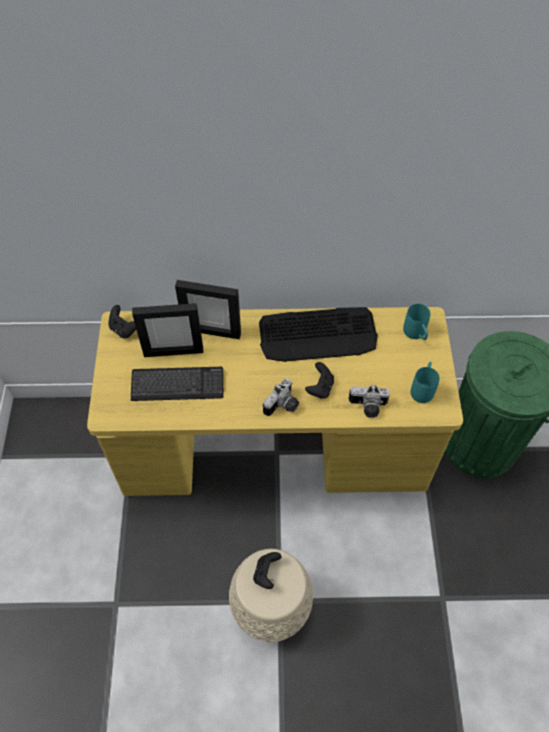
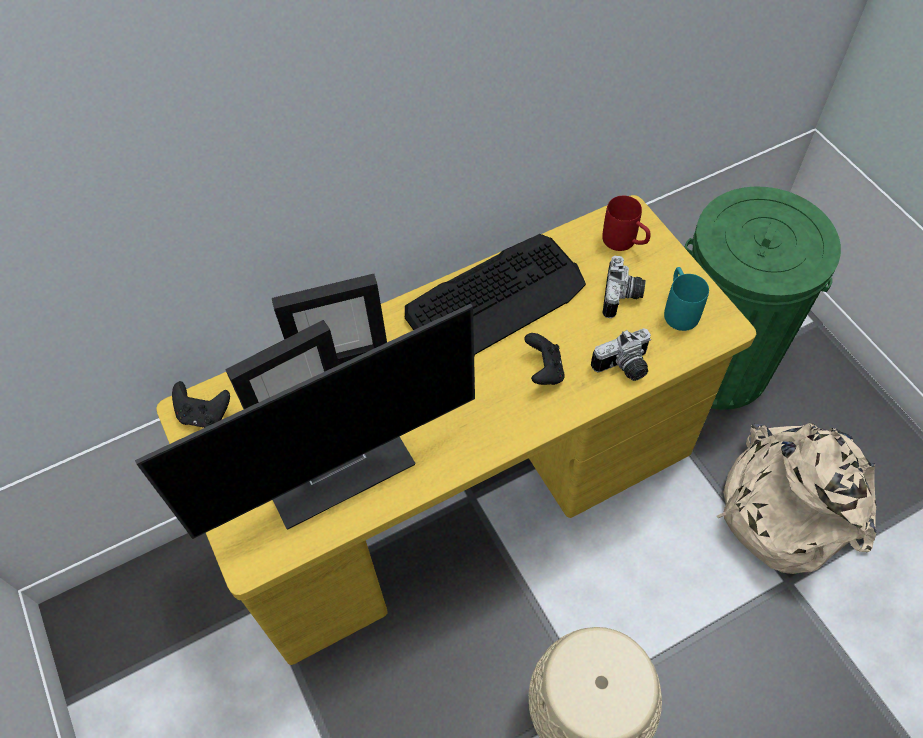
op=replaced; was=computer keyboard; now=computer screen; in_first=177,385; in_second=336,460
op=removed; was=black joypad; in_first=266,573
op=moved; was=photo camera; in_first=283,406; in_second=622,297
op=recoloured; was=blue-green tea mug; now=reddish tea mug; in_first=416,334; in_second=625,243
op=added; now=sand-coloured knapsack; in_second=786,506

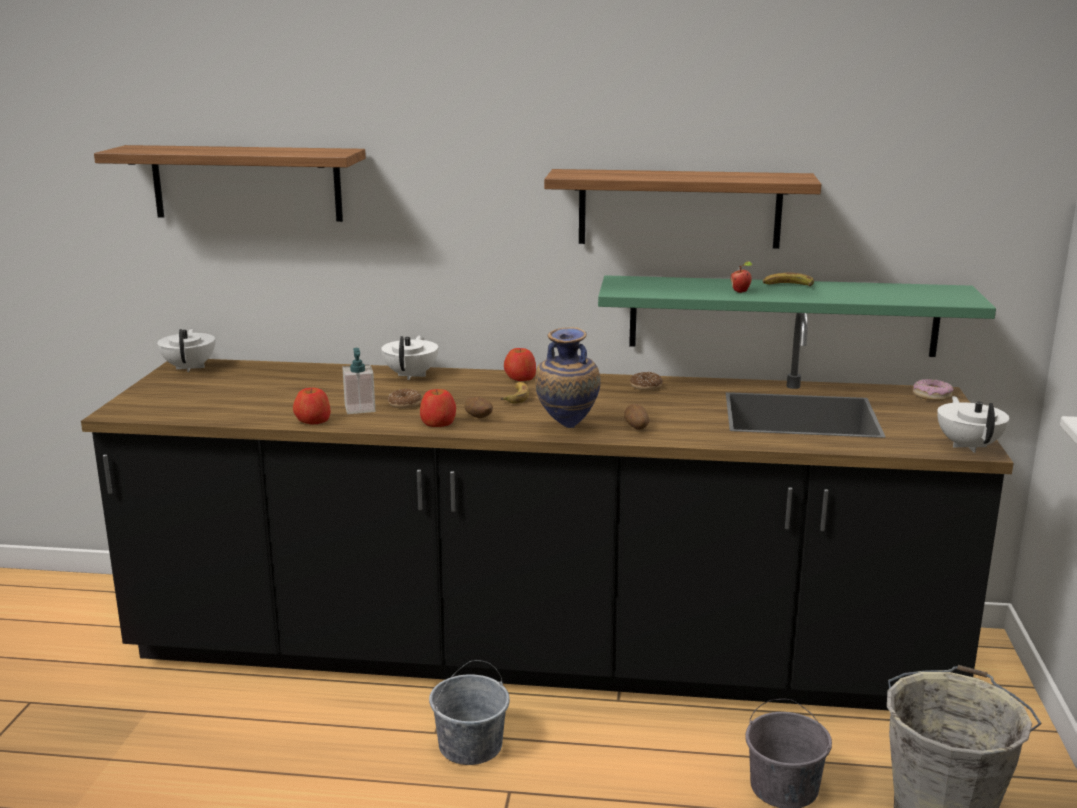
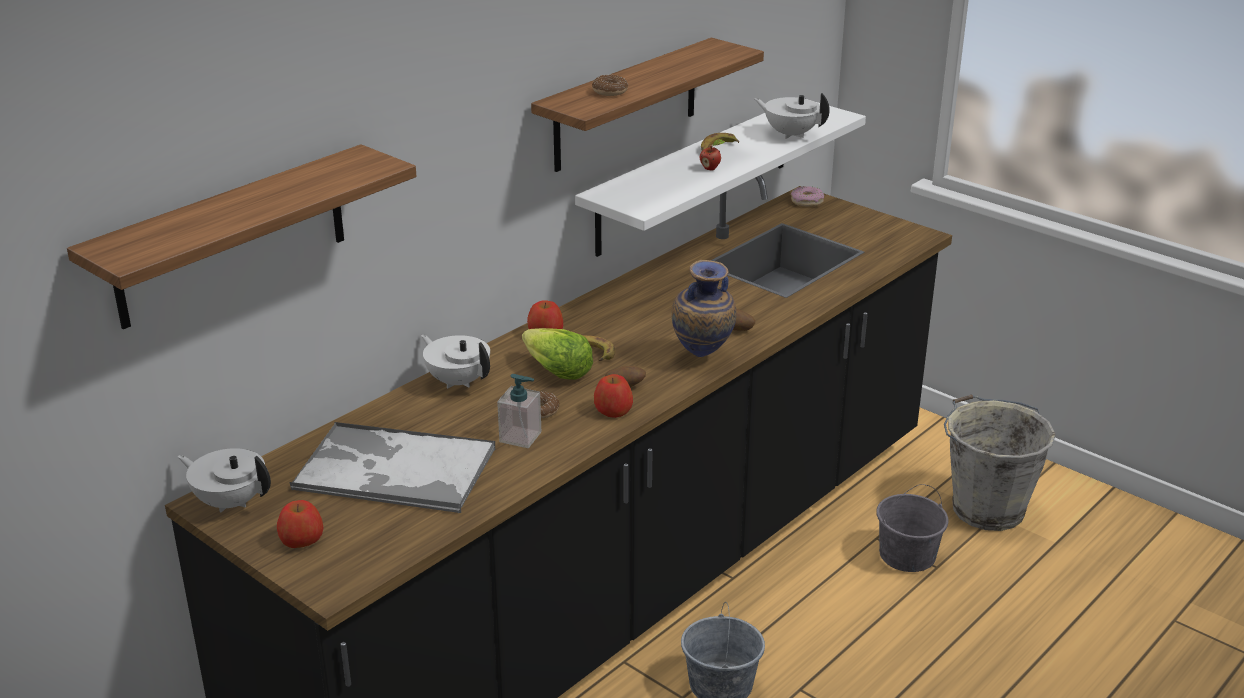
op=moved; was=apple; in_first=313,421; in_second=301,540
op=recoloured; was=green-coloured bracket shelf; now=white bracket shelf; in_first=782,315; in_second=695,175
op=moved; was=donut; in_first=646,386; in_second=609,91
op=moved; was=white pot for tea; in_first=968,446; in_second=790,134
op=added; now=serving tray; in_second=393,469
op=added; now=lettuce head; in_second=556,371

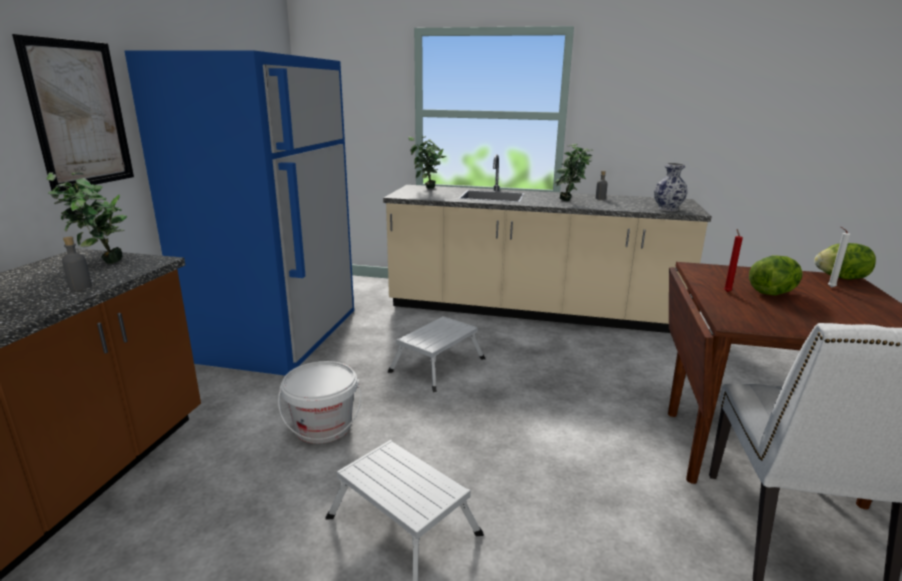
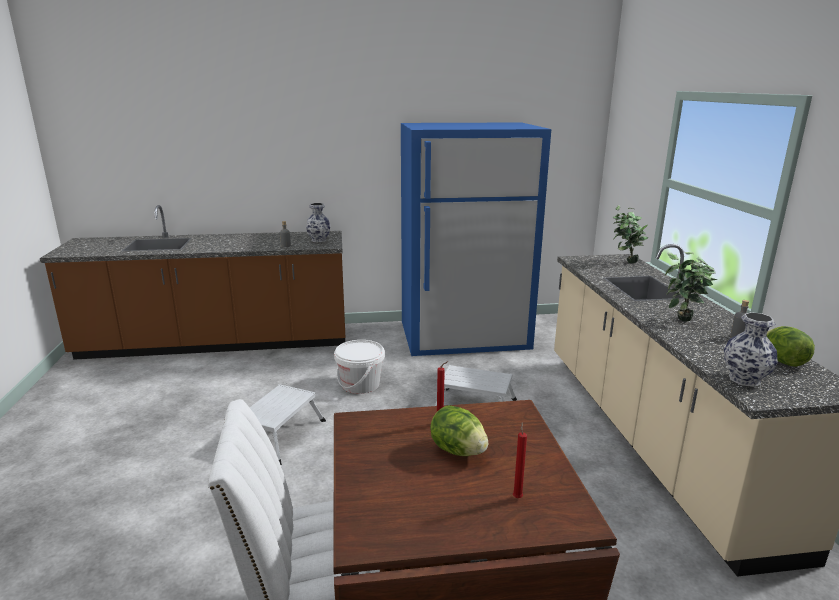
op=removed; was=wall picture; in_first=79,114
op=replaced; was=plant in a pot; now=vase; in_first=101,264; in_second=318,240
op=moved; was=lettuce head; in_first=840,278; in_second=783,361
op=recoloured; was=white wax candle; now=reddish wax candle; in_first=829,287; in_second=517,497

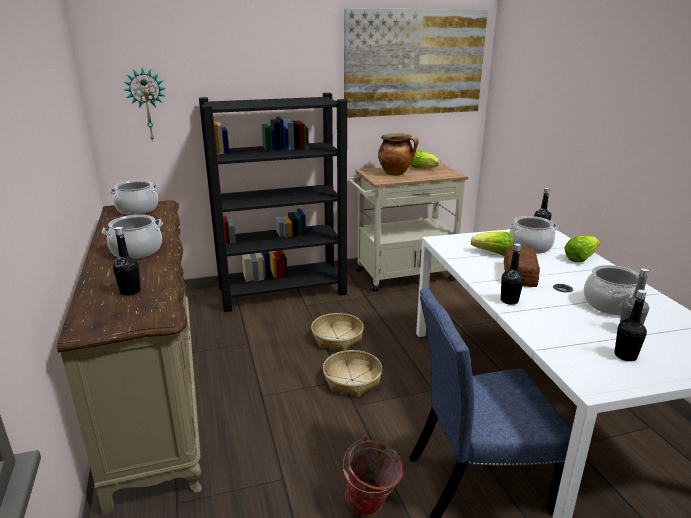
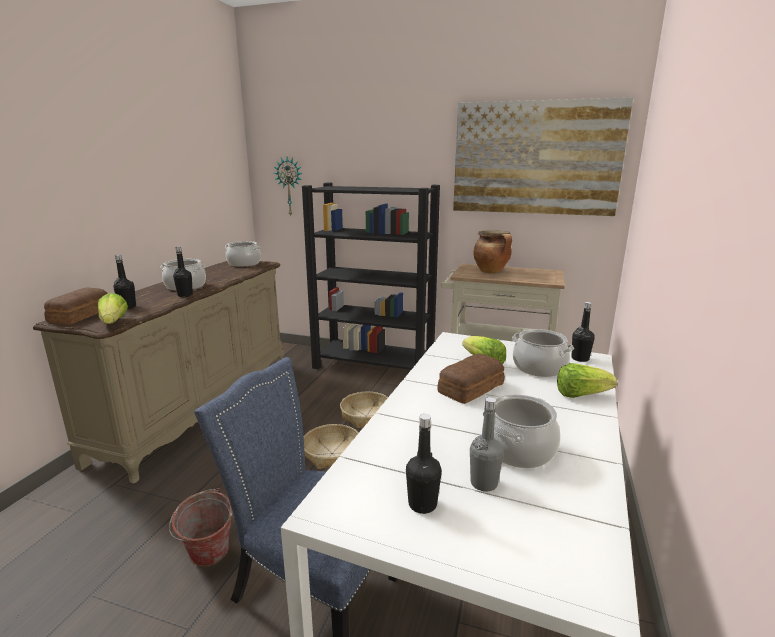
op=moved; was=lettuce head; in_first=423,168; in_second=114,322
op=moved; was=black bottle; in_first=509,301; in_second=185,295
op=added; now=baked bread; in_second=79,315

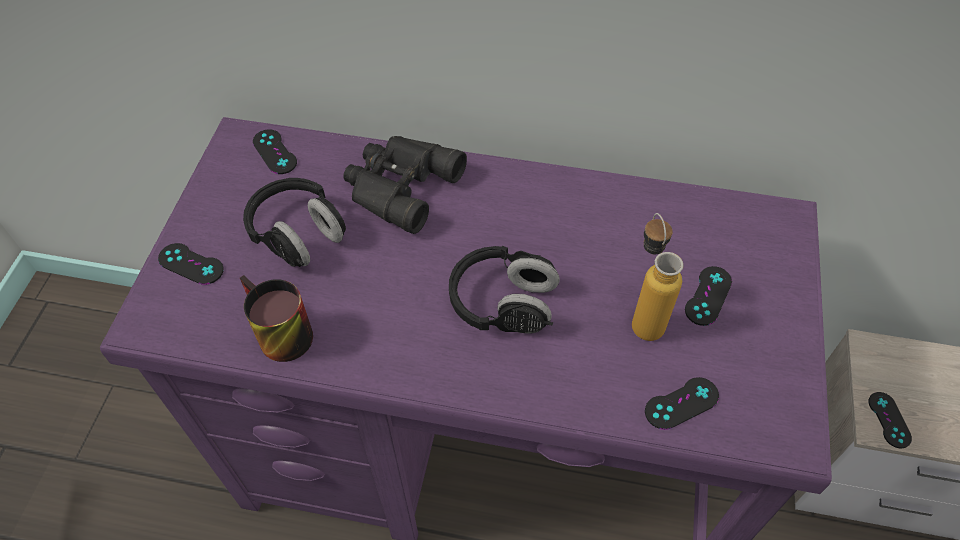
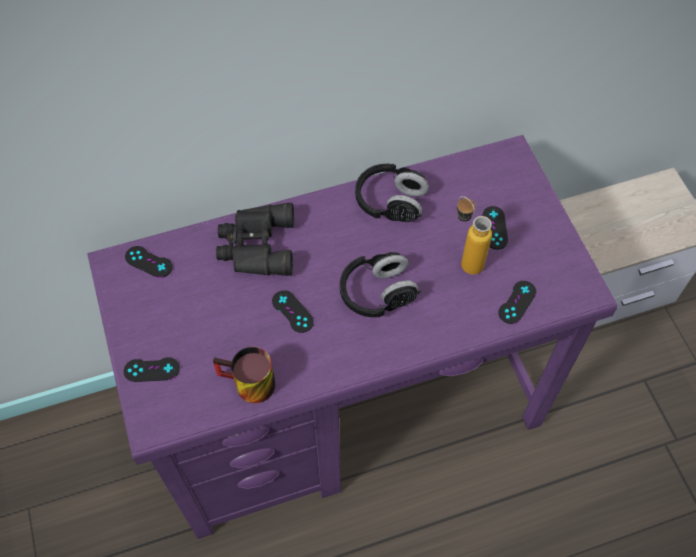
op=moved; was=black headphones; in_first=298,235; in_second=390,203
op=moved; was=black joypad; in_first=889,420; in_second=292,311

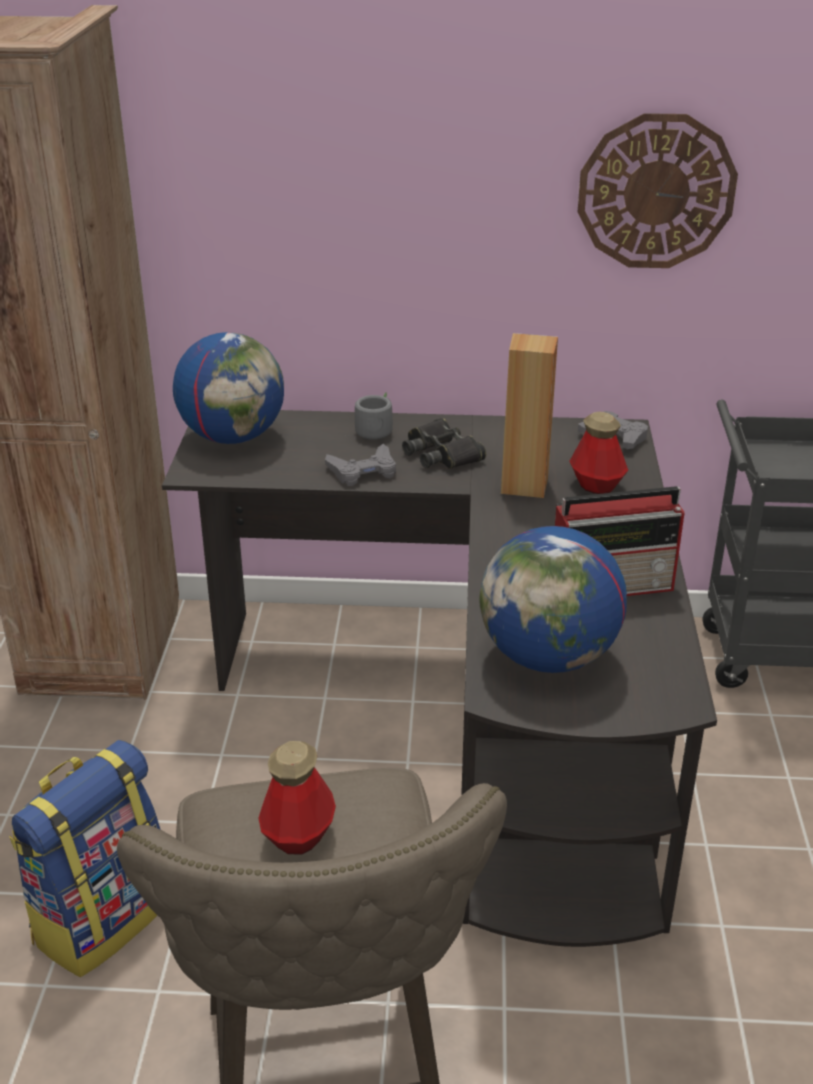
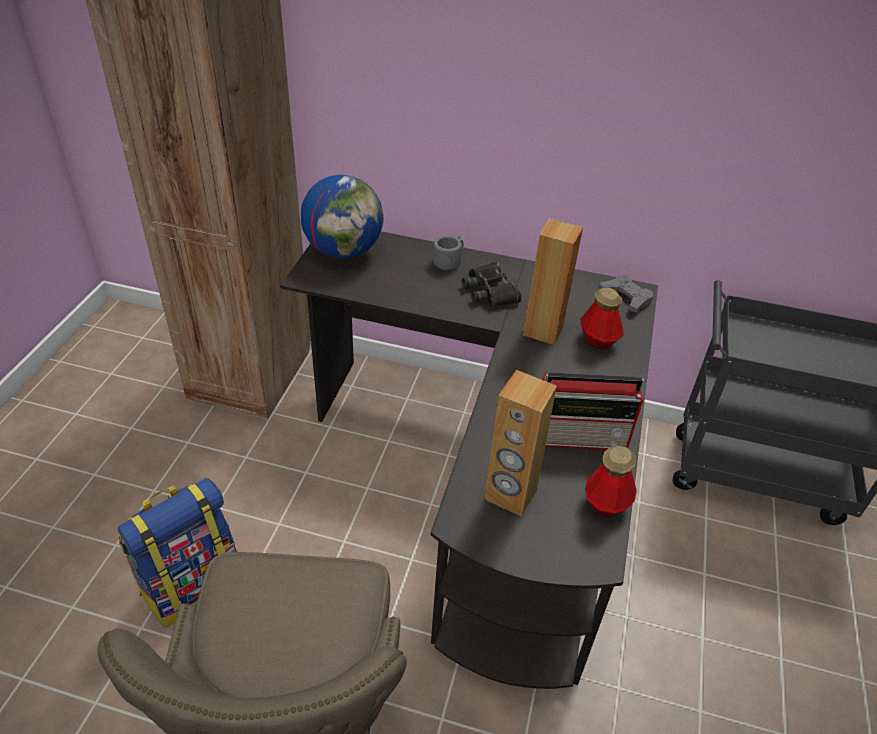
op=moved; was=bottle; in_first=298,835; in_second=606,503
op=removed; was=grey joypad; in_first=363,471
op=replaced; was=world globe; now=brown-coloured audio speaker; in_first=548,657; in_second=510,495
op=removed; was=hanging clock; in_first=656,192

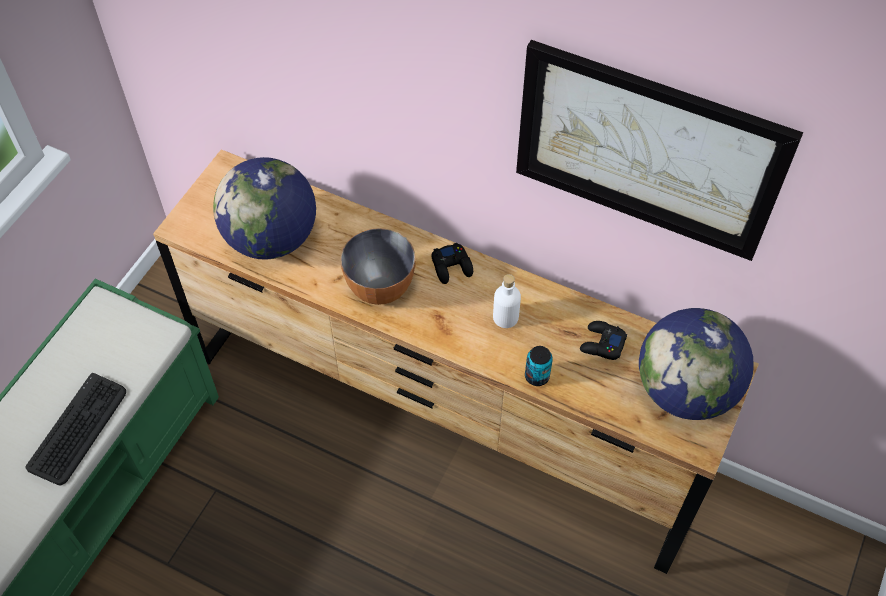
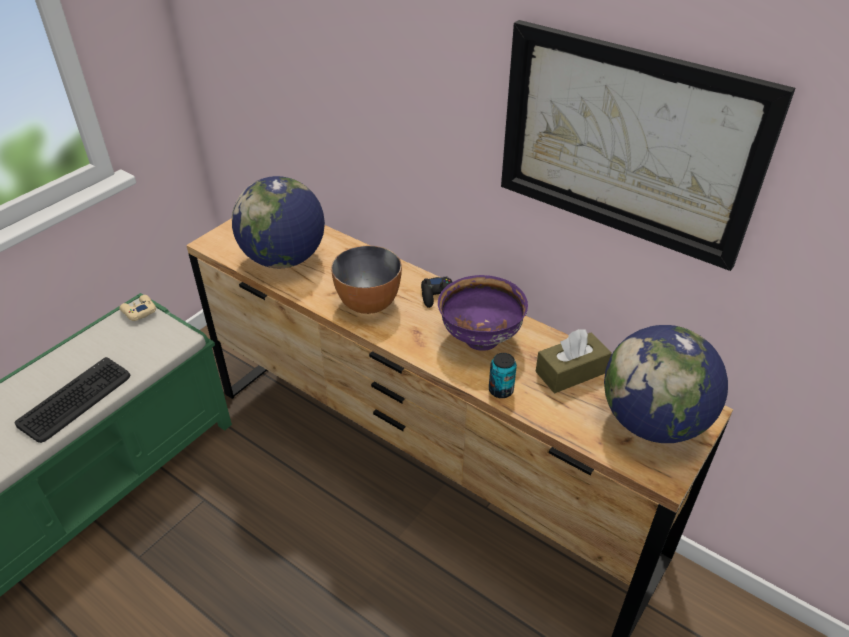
op=replaced; was=white bottle; now=purple-coloured bowl; in_first=505,317; in_second=480,339
op=replaced; was=black joypad; now=brown-coloured tissue holder; in_first=602,344; in_second=571,372
op=added; now=sand-coloured joypad; in_second=138,311

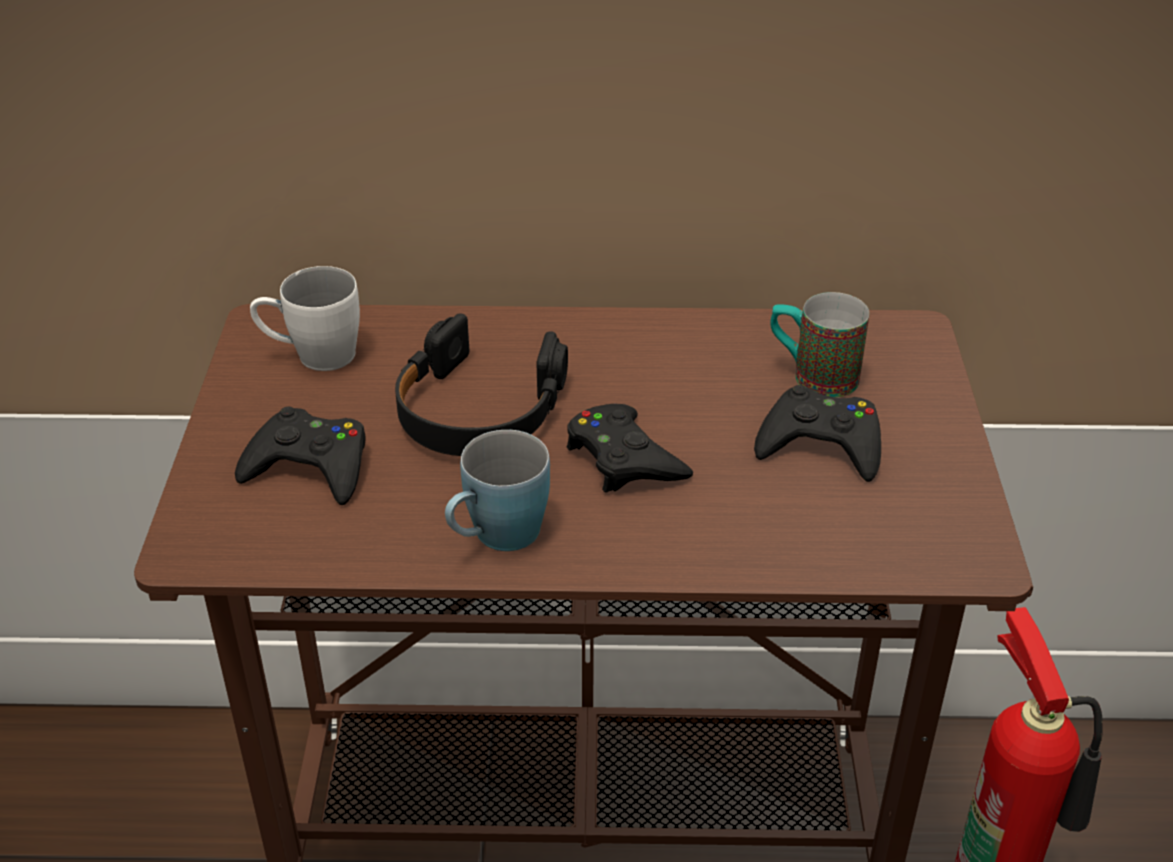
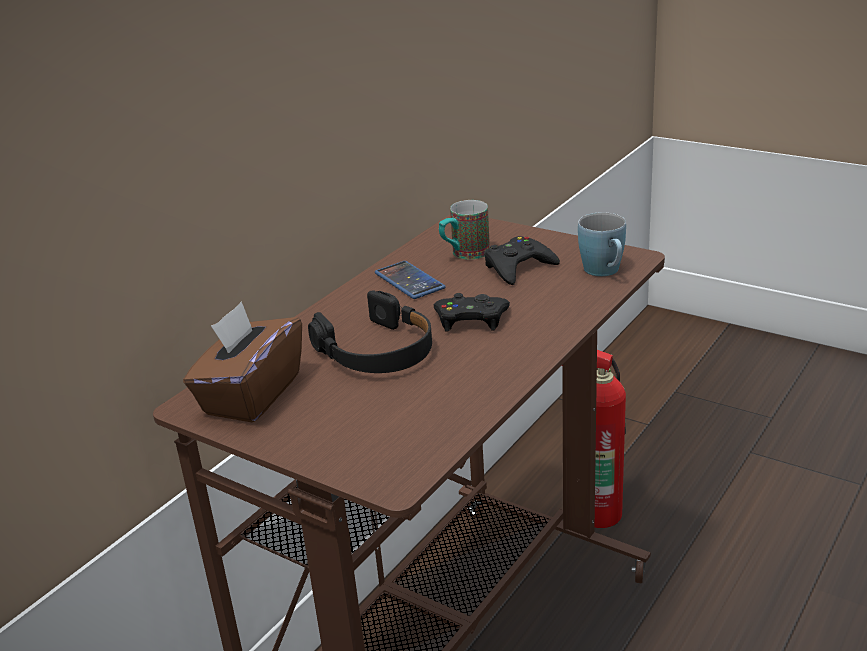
op=removed; was=black joypad; in_first=310,466
op=replaced; was=white tea mug; now=brown-coloured tissue holder; in_first=312,356; in_second=251,394
op=moved; was=blue tea mug; in_first=496,538; in_second=605,272
op=added; now=telephone; in_second=409,281

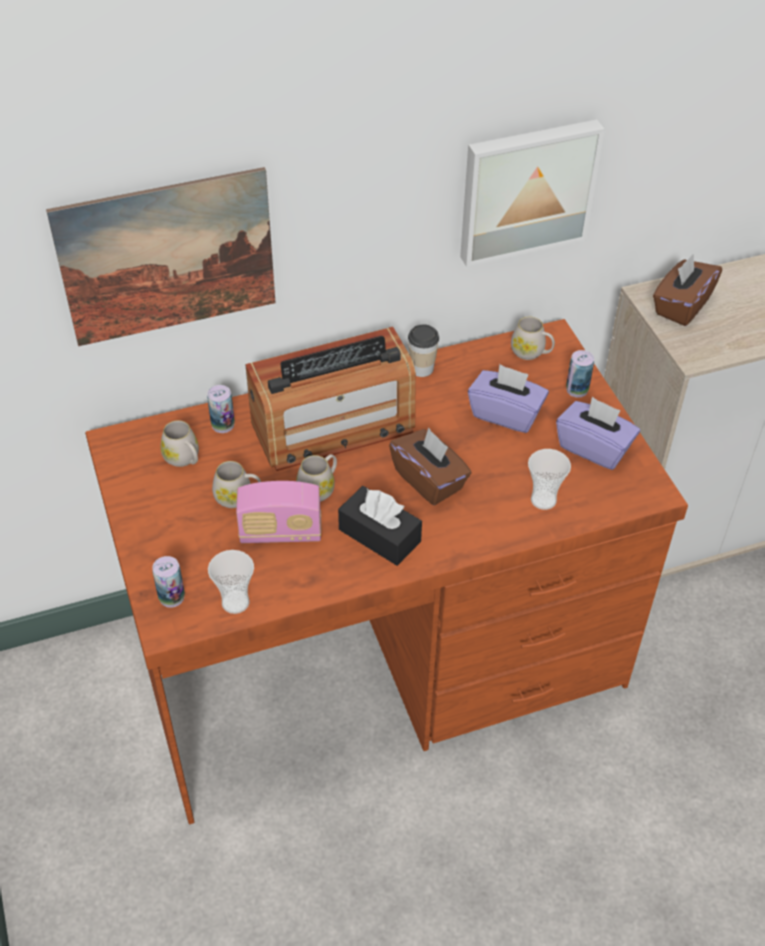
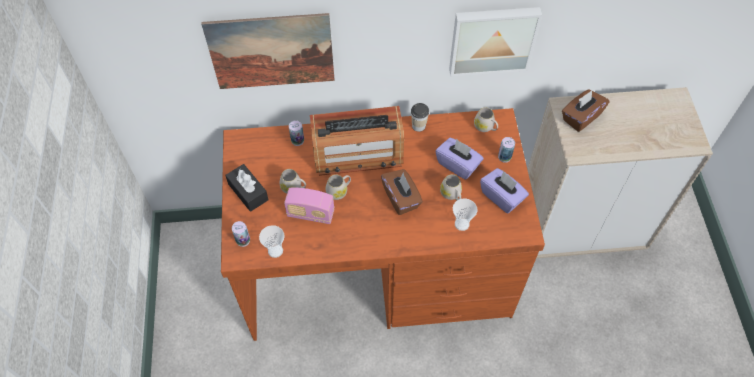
op=moved; was=white tea mug; in_first=184,459; in_second=452,194
op=moved; was=black tissue holder; in_first=379,535; in_second=248,192

